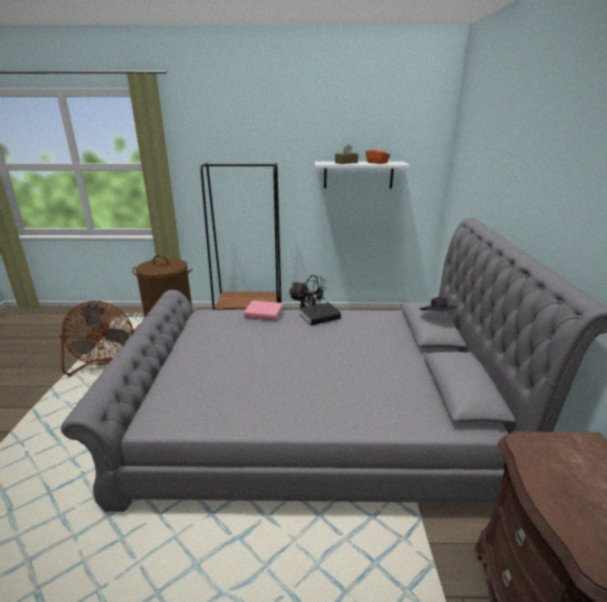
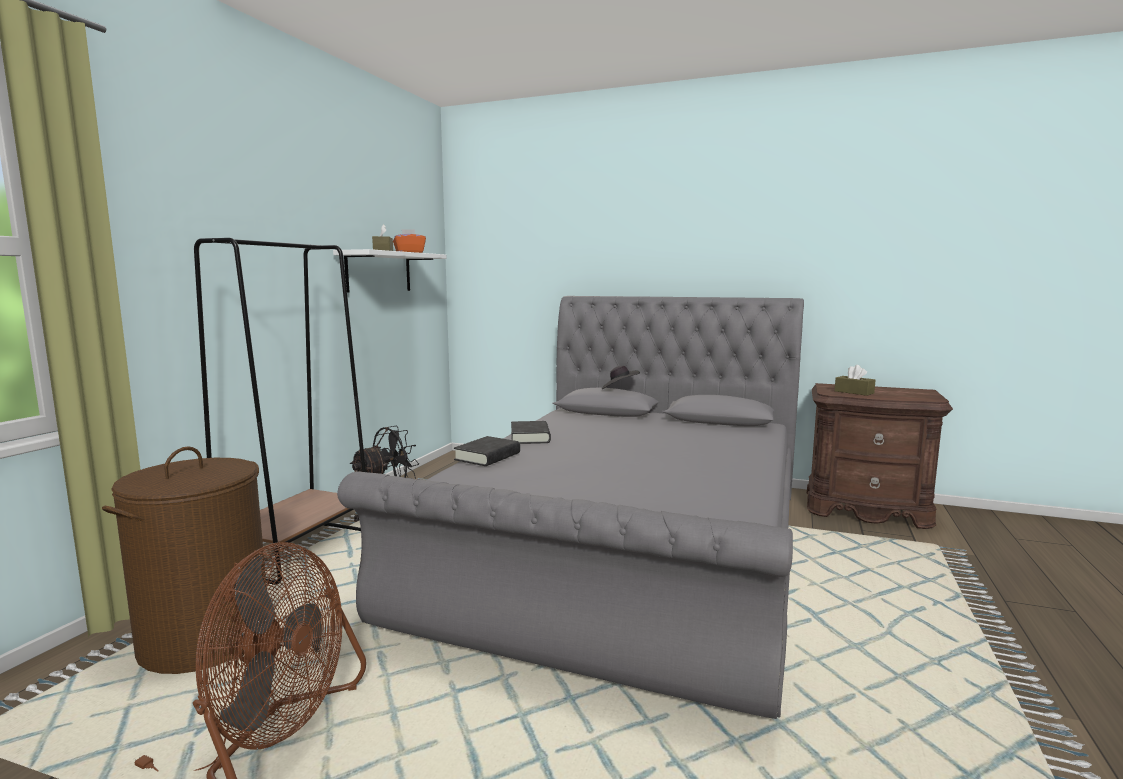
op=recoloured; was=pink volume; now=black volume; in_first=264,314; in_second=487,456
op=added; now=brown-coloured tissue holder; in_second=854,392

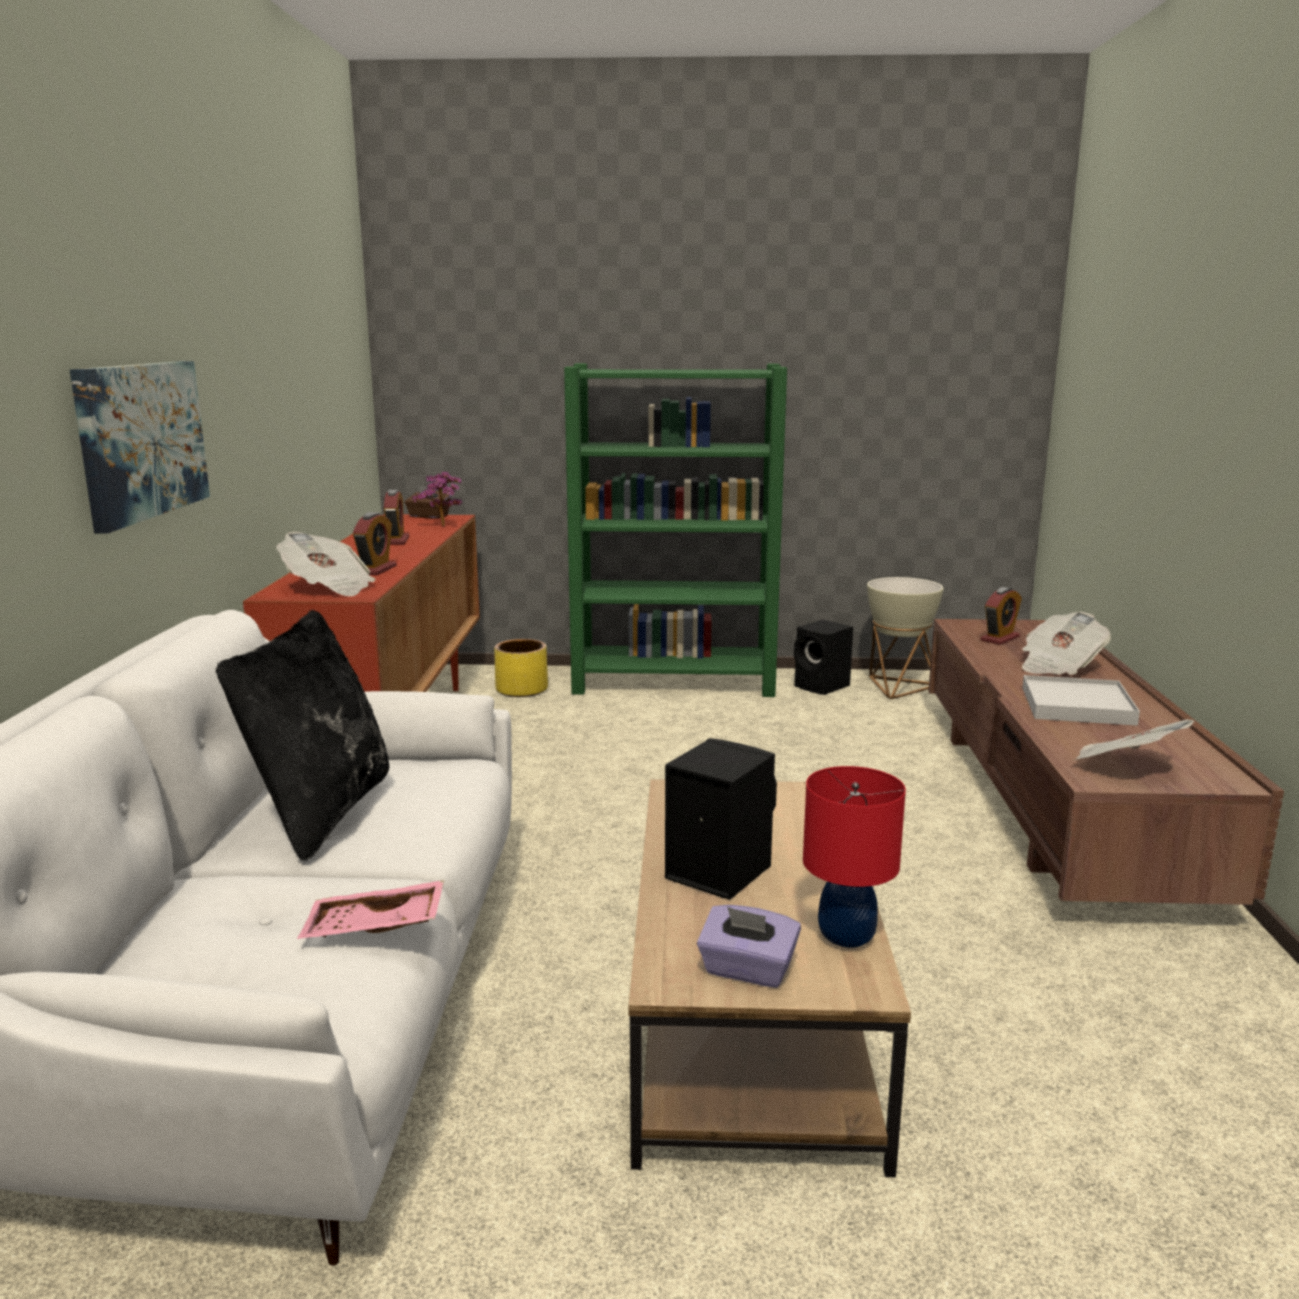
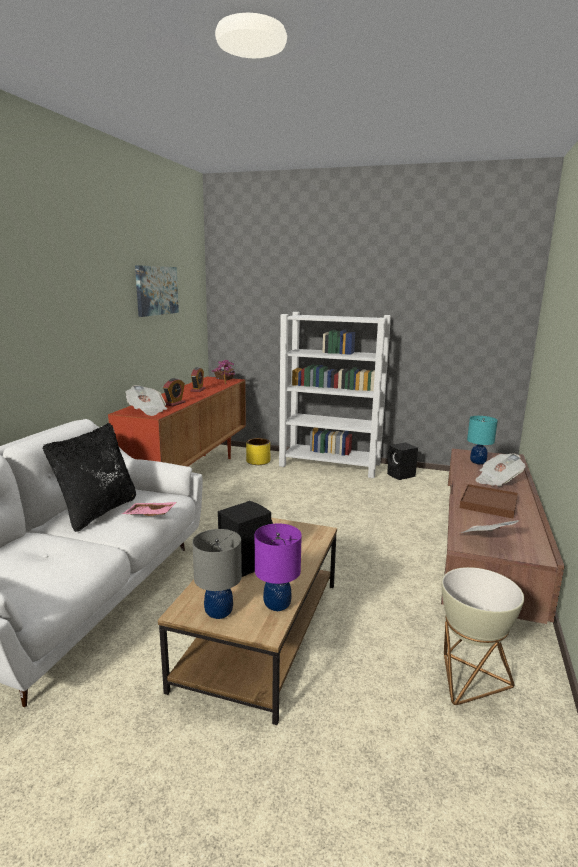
op=moved; was=wall picture; in_first=141,440; in_second=156,290
op=moved; was=pink serving tray; in_first=374,928; in_second=149,515
op=recoloured; was=green-coloured shelving unit; now=white shelving unit; in_first=674,681; in_second=330,465
op=replaced; was=purple-coloured tissue holder; now=grey tabletop lamp; in_first=747,970; in_second=220,613
op=recoloured; was=reddish tabletop lamp; now=purple-coloured tabletop lamp; in_first=846,937; in_second=278,605
op=moved; was=flower pot; in_first=898,687; in_second=469,679
op=replaced; was=bedside clock; now=blue-green tabletop lamp; in_first=1000,638; in_second=477,462
op=recoloured; was=white serving tray; now=brown-coloured serving tray; in_first=1077,706; in_second=488,504

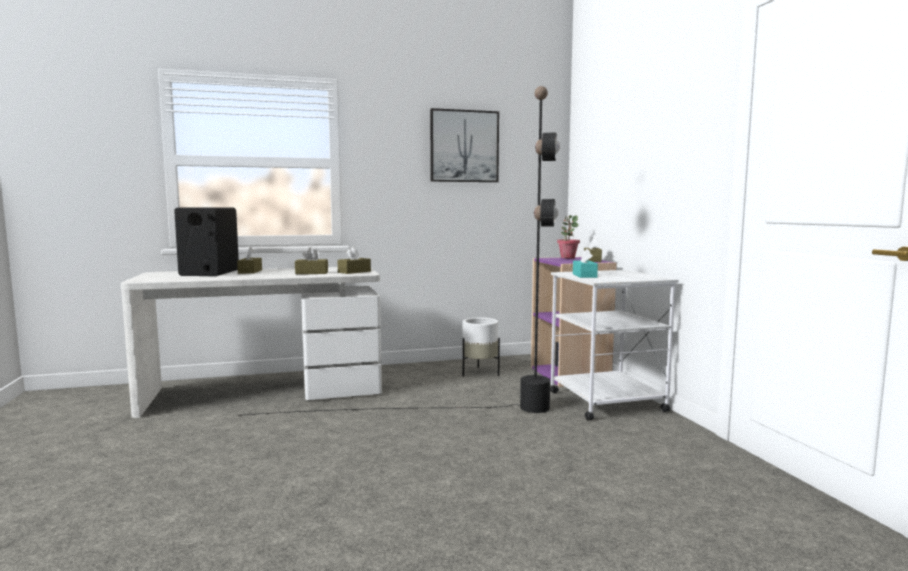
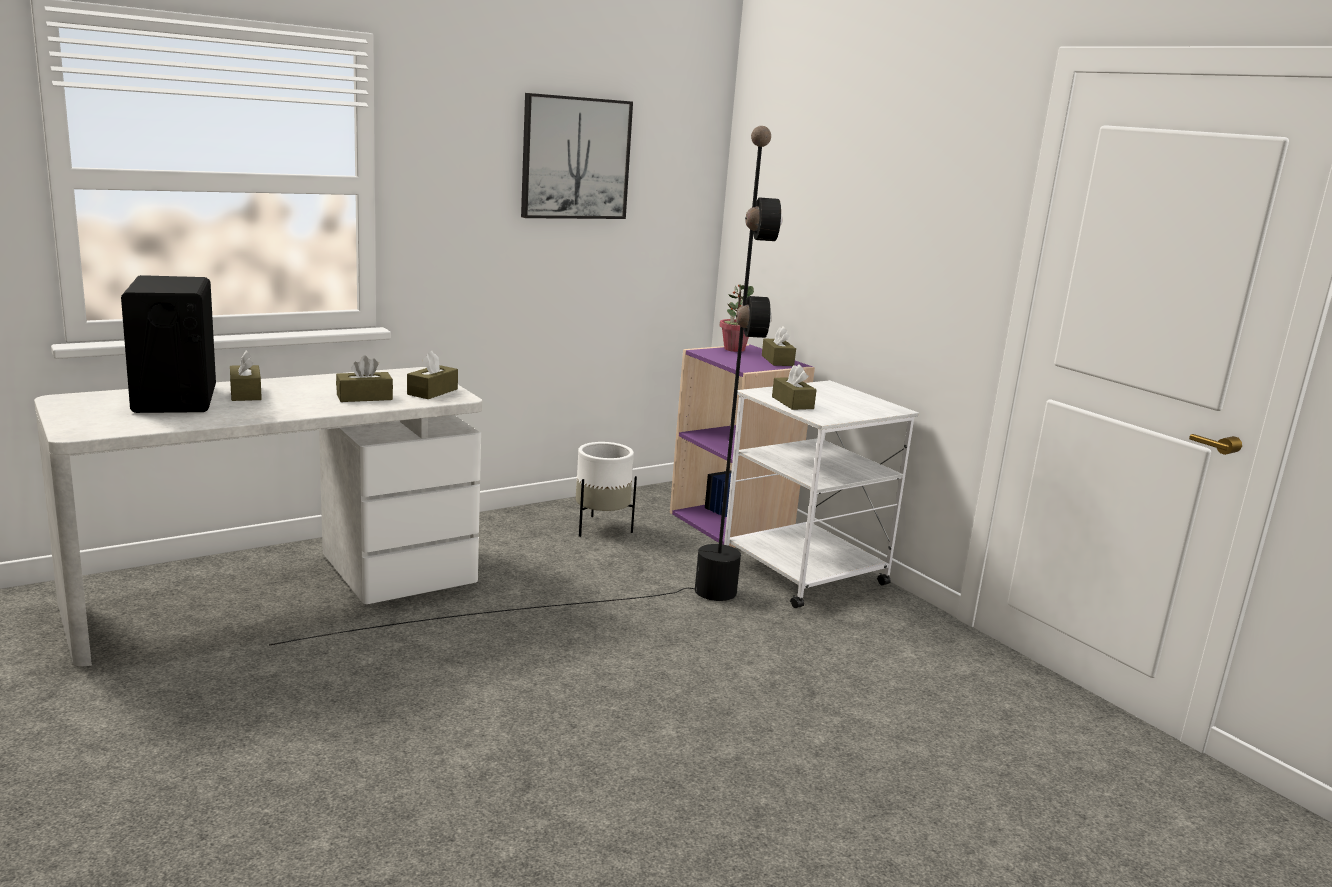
op=recoloured; was=blue-green tissue holder; now=brown-coloured tissue holder; in_first=584,275; in_second=792,403

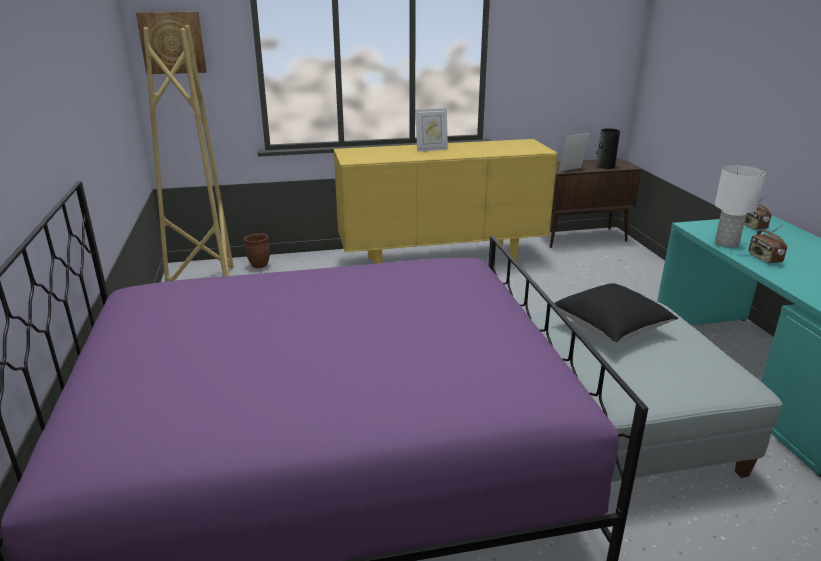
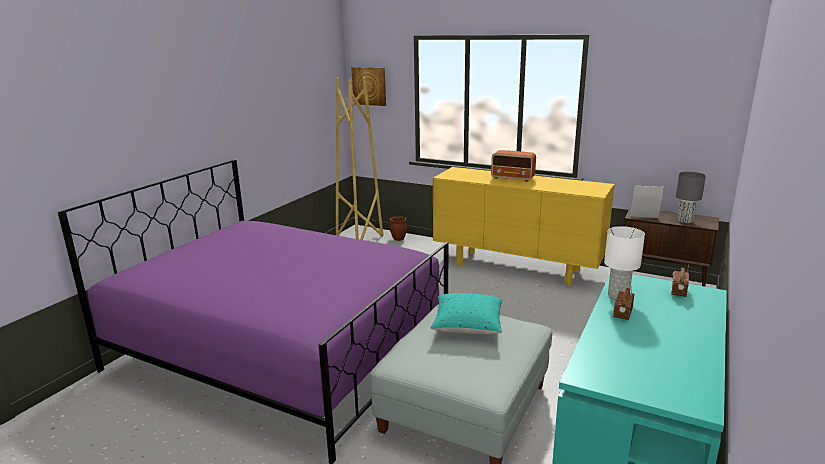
op=replaced; was=standing frame; now=radio; in_first=431,149; in_second=513,178
op=recoloured; was=black cushion; now=blue-green cushion; in_first=610,328; in_second=467,326
op=replaced; was=vase; now=grey tabletop lamp; in_first=605,166; in_second=685,221

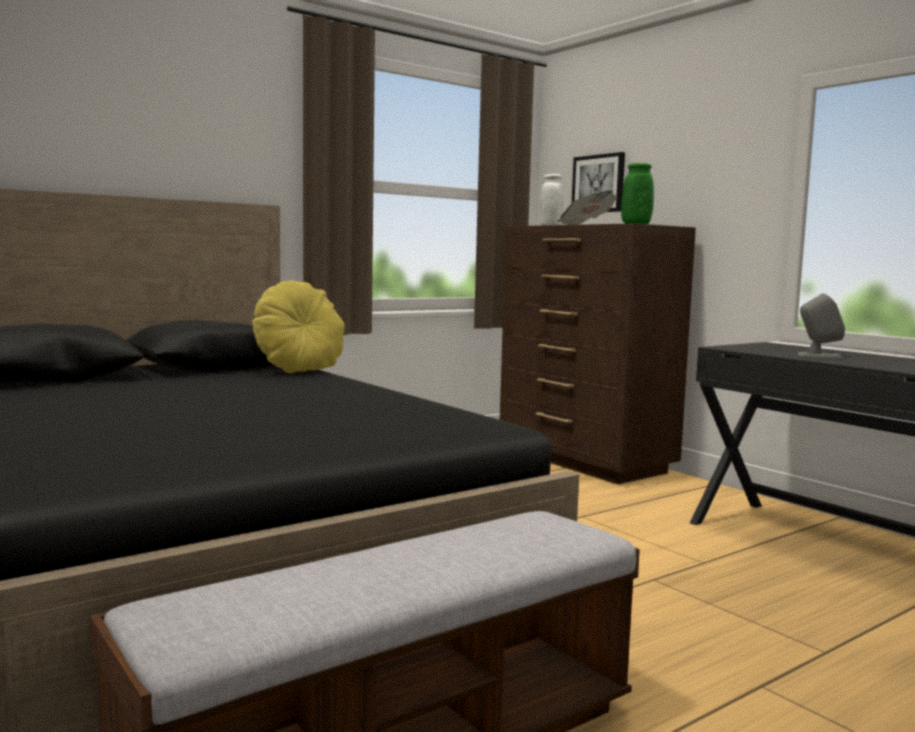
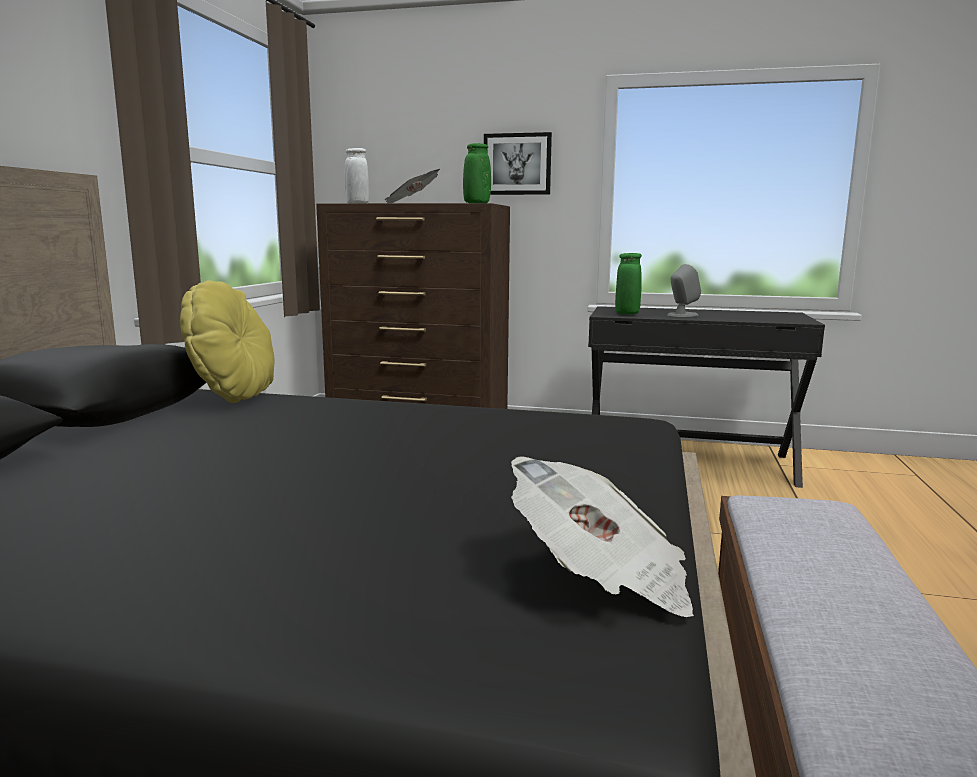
op=moved; was=wall picture; in_first=598,184; in_second=517,164
op=added; now=newspaper; in_second=602,579
op=added; now=green-coloured vase; in_second=627,314

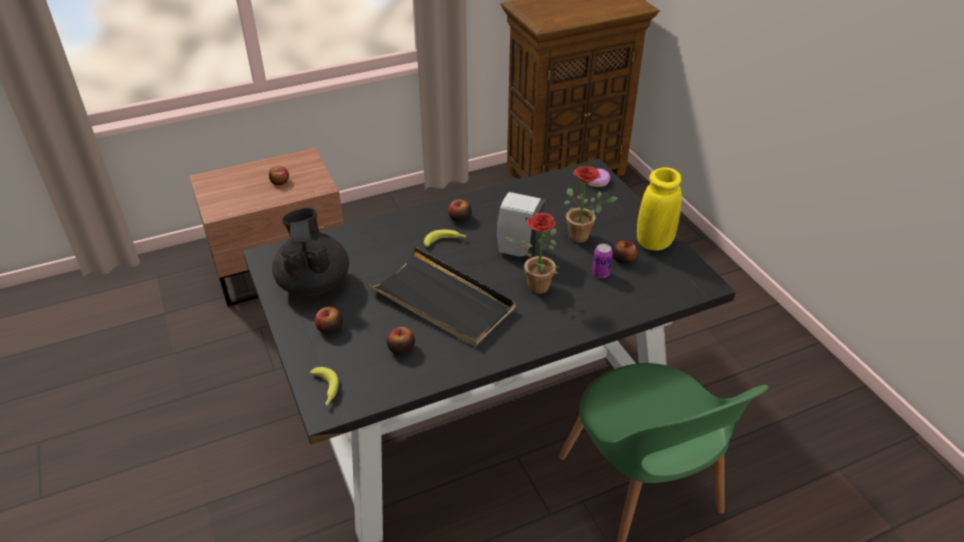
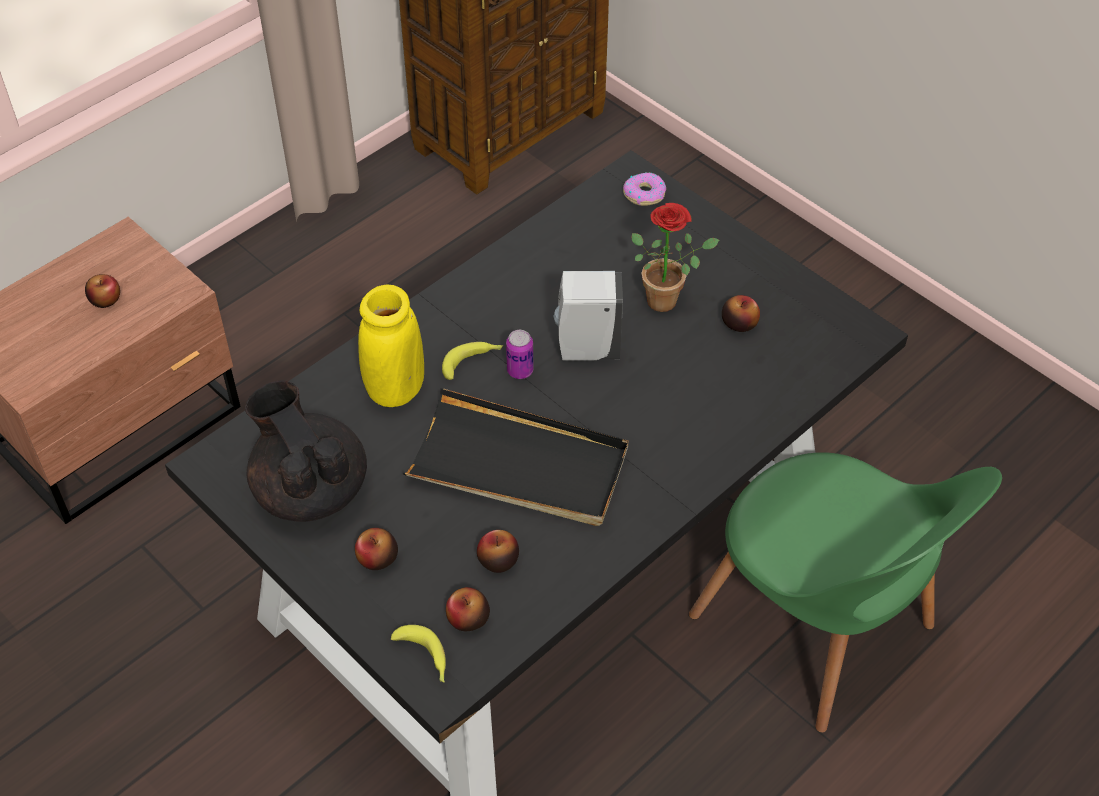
op=moved; was=apple; in_first=460,218; in_second=468,619
op=removed; was=plant in a pot; in_first=533,287
op=moved; was=can; in_first=600,273; in_second=520,371
op=moved; was=yellow-coloured vase; in_first=654,242; in_second=396,389

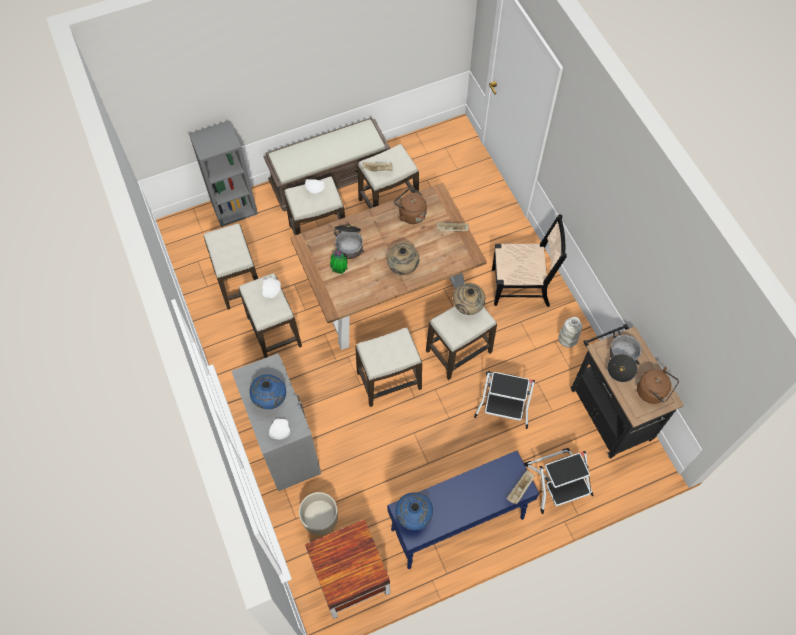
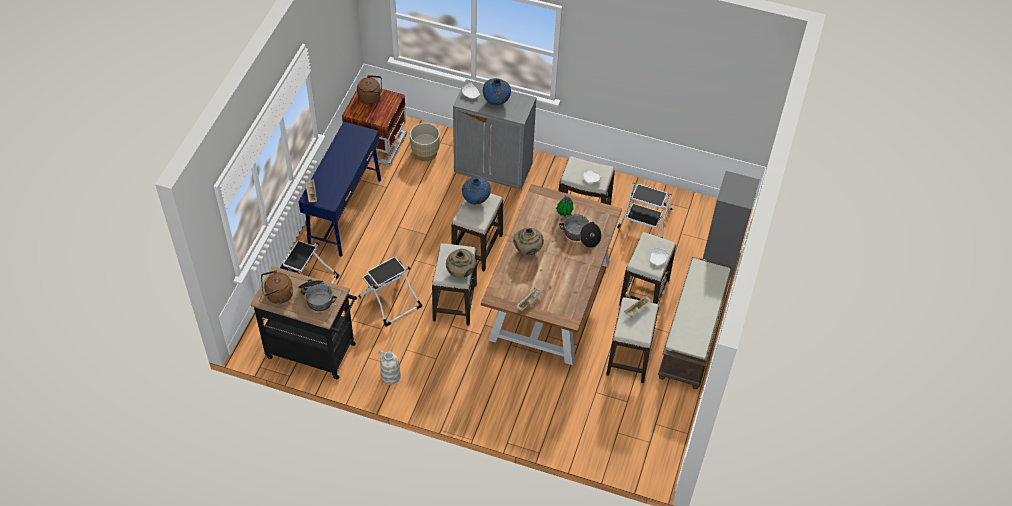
op=replaced; was=stool; now=step ladder; in_first=238,282; in_second=645,219
op=moved; was=brown-coloured tea kettle; in_first=410,214; in_second=371,97
op=moved; was=blue vase; in_first=414,516; in_second=476,201
op=removed; was=plain chair; in_first=520,287

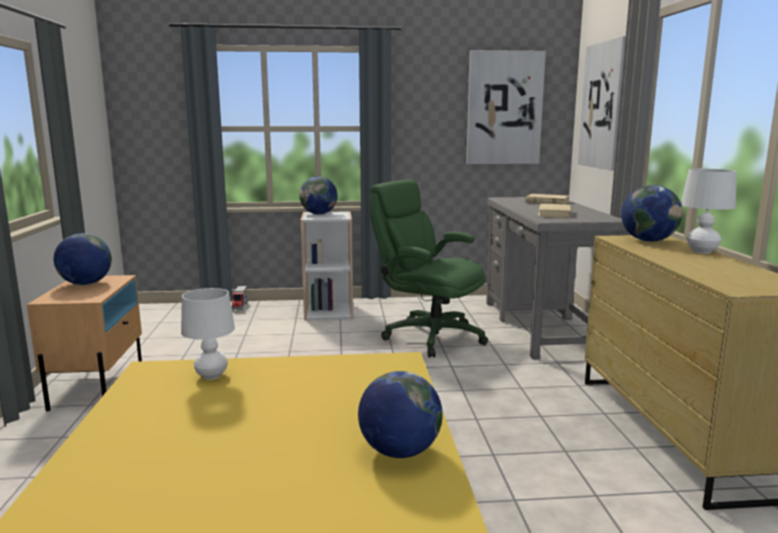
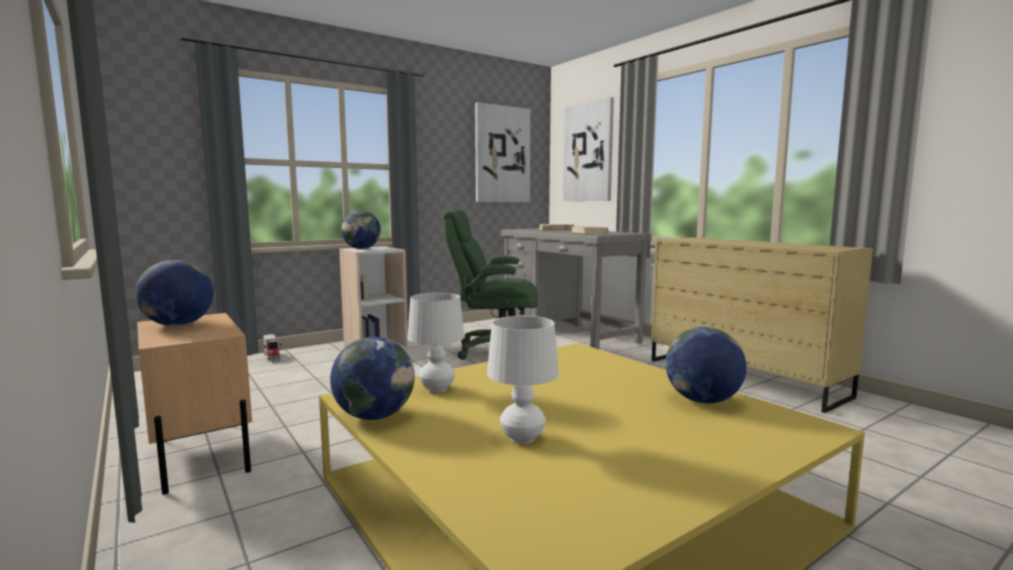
op=moved; was=world globe; in_first=648,240; in_second=374,416
op=moved; was=white tabletop lamp; in_first=701,251; in_second=522,438

